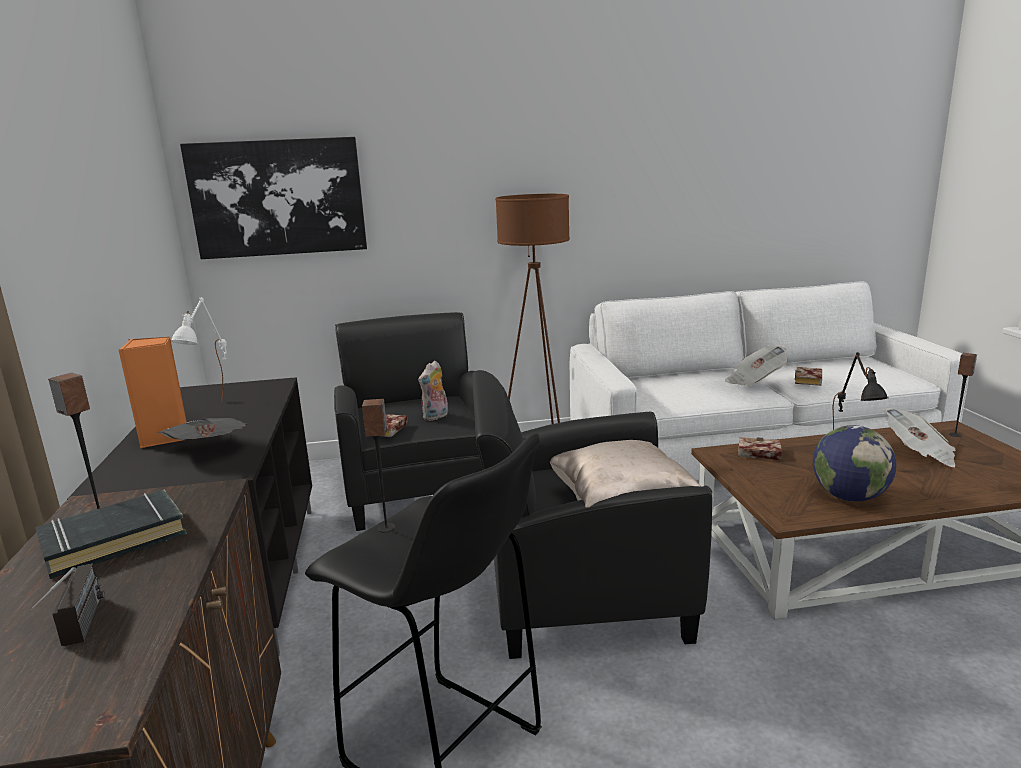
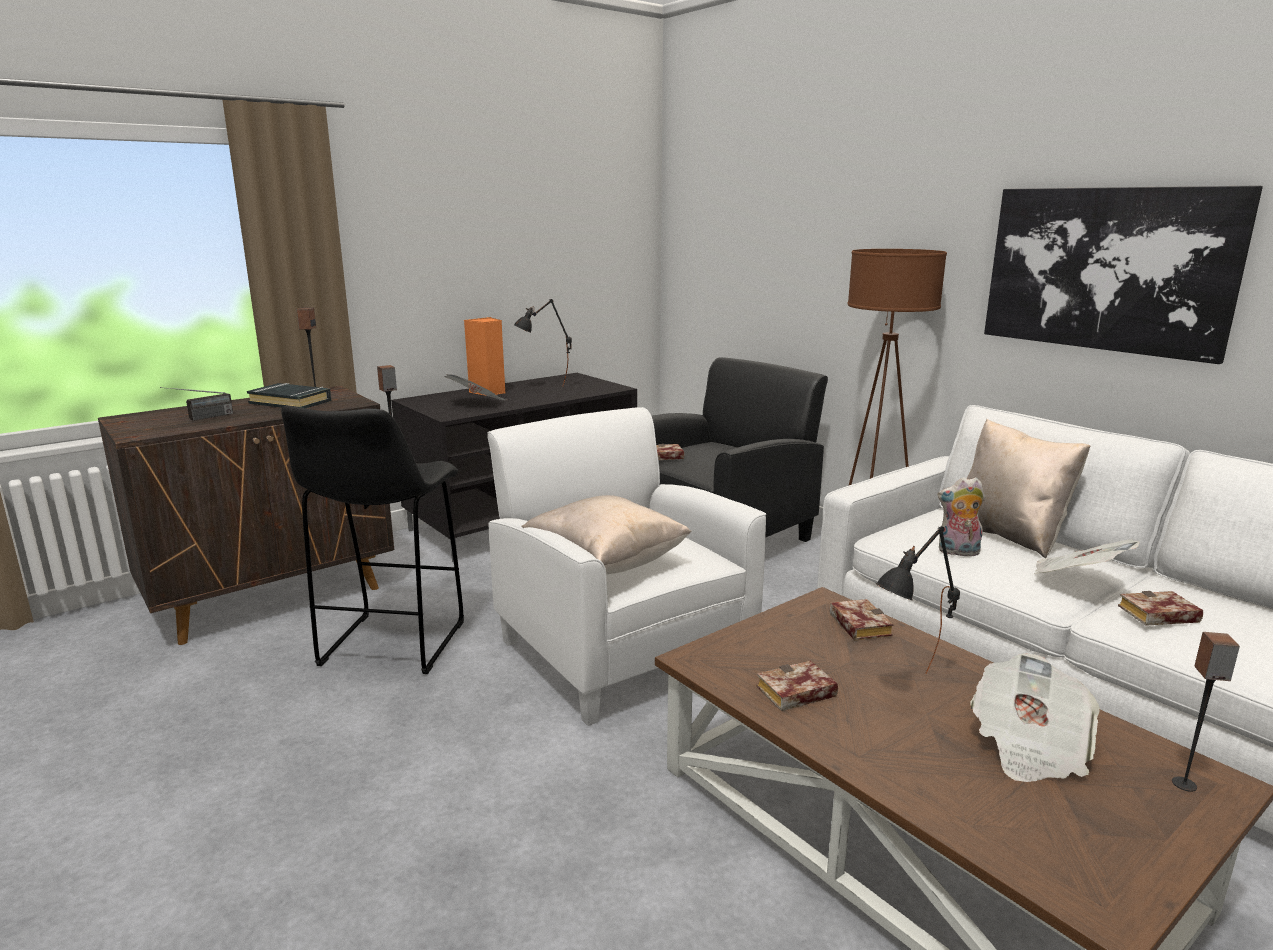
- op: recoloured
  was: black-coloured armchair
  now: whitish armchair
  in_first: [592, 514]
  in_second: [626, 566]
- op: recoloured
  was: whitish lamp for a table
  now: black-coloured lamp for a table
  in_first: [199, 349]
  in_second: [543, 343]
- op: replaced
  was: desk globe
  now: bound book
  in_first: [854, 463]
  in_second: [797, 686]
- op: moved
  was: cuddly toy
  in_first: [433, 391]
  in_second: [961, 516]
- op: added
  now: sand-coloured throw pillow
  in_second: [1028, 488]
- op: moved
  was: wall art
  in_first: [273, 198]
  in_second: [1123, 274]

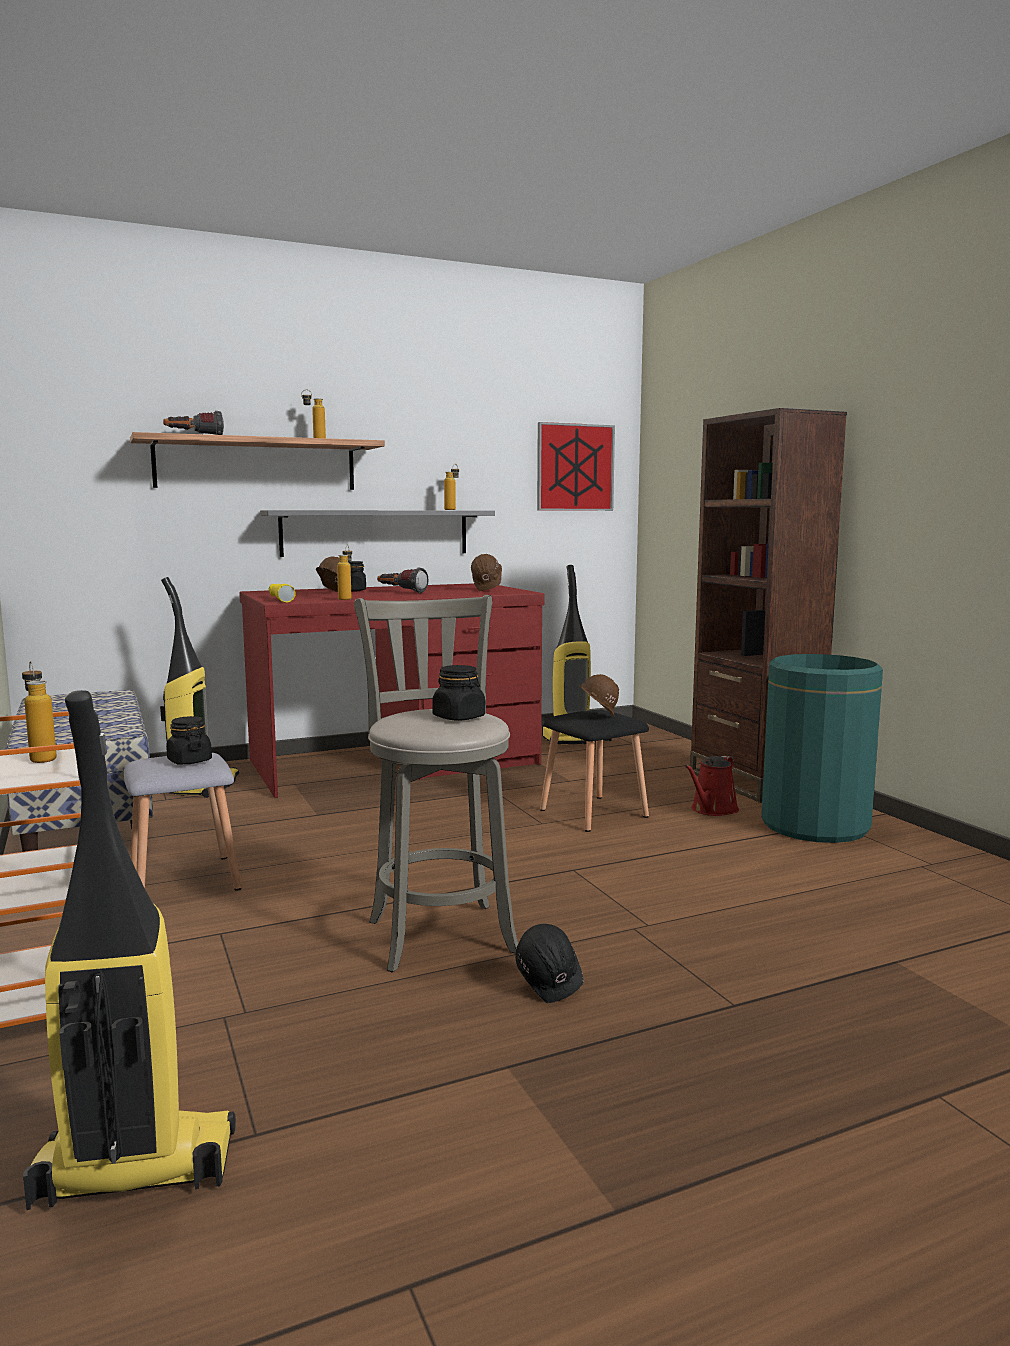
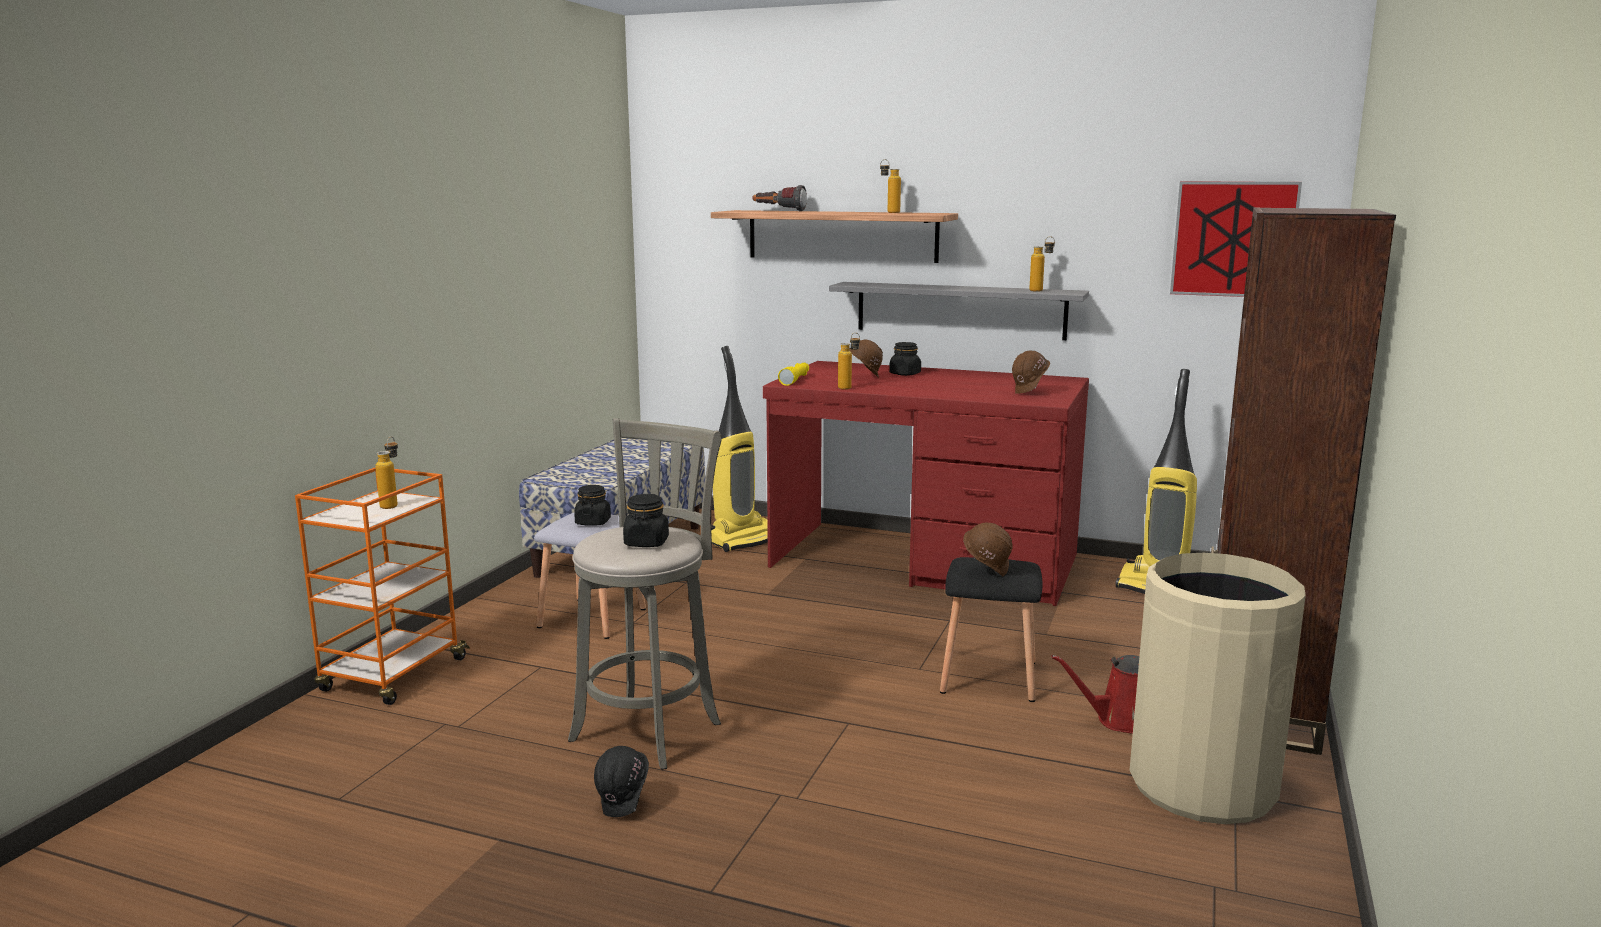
- op: recoloured
  was: green-coloured waste bin
  now: sand-coloured waste bin
  in_first: [822, 748]
  in_second: [1218, 688]
- op: removed
  was: vacuum
  in_first: [129, 950]
- op: removed
  was: hand torch
  in_first: [402, 580]

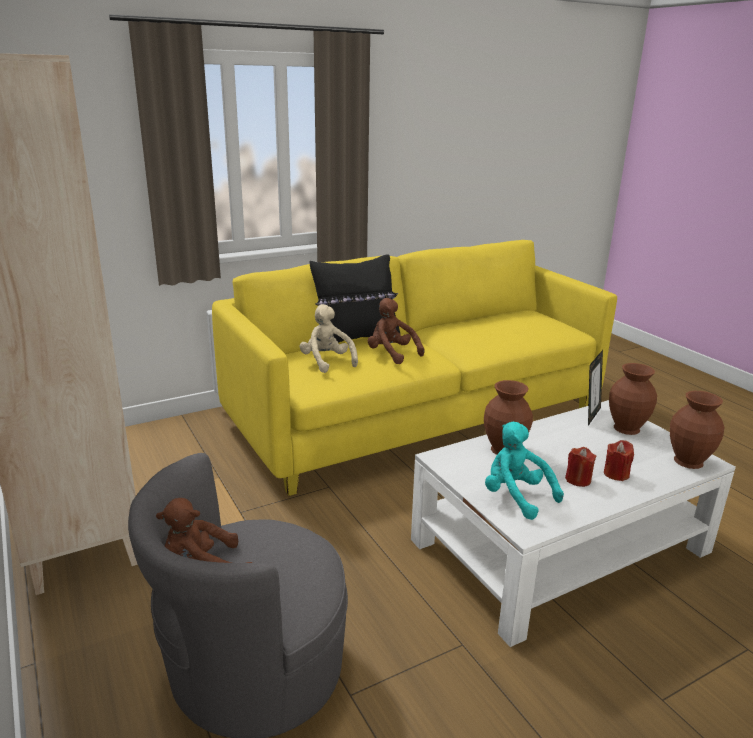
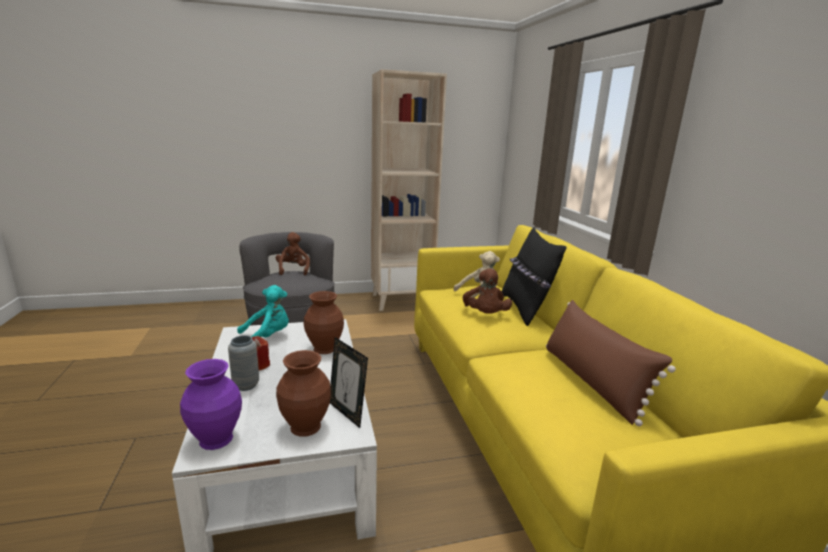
- op: recoloured
  was: brownish vase
  now: purple vase
  in_first: [697, 430]
  in_second: [211, 404]
- op: replaced
  was: red wax candle
  now: gray vase
  in_first: [619, 460]
  in_second: [243, 363]
- op: turned
  was: brownish cuddly toy
  in_first: [396, 331]
  in_second: [487, 291]
  clockwise: 120
- op: added
  now: brownish throw pillow
  in_second: [611, 363]

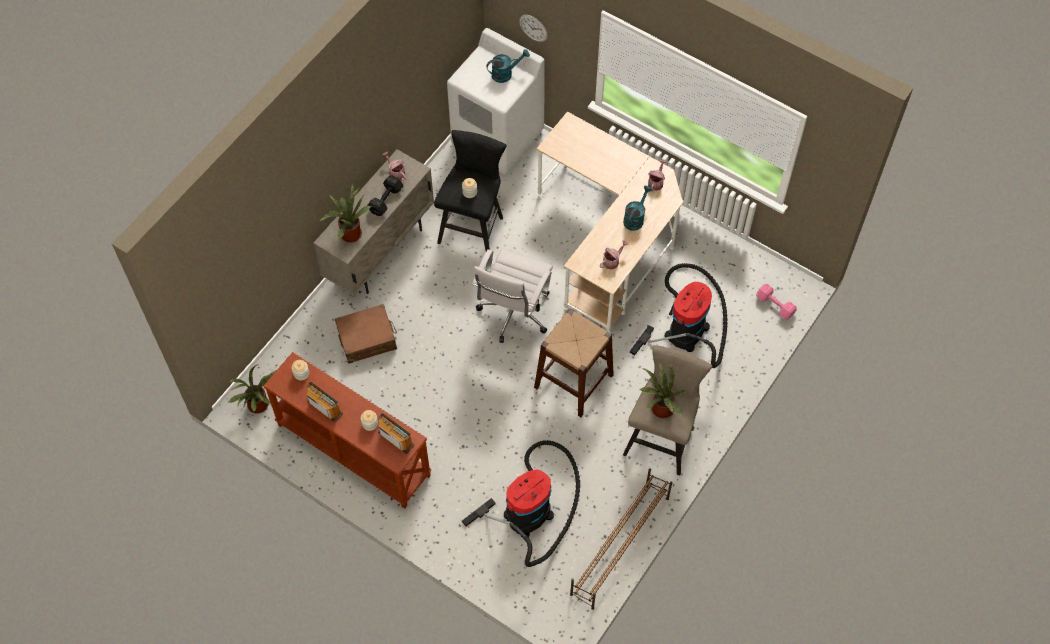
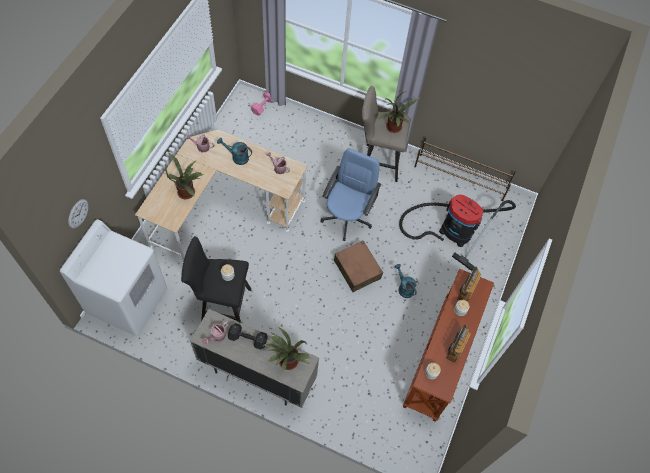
- op: moved
  was: houseplant
  in_first: [252, 389]
  in_second: [184, 176]
- op: replaced
  was: brownish stool
  now: blue desk chair
  in_first: [574, 363]
  in_second: [350, 194]
- op: moved
  was: brownish piece of luggage
  in_first: [366, 334]
  in_second: [358, 266]
- op: moved
  was: blue-green watering pot
  in_first: [508, 66]
  in_second: [406, 281]
- op: removed
  was: whitish desk chair
  in_first: [512, 295]
- op: removed
  was: vacuum
  in_first: [679, 315]

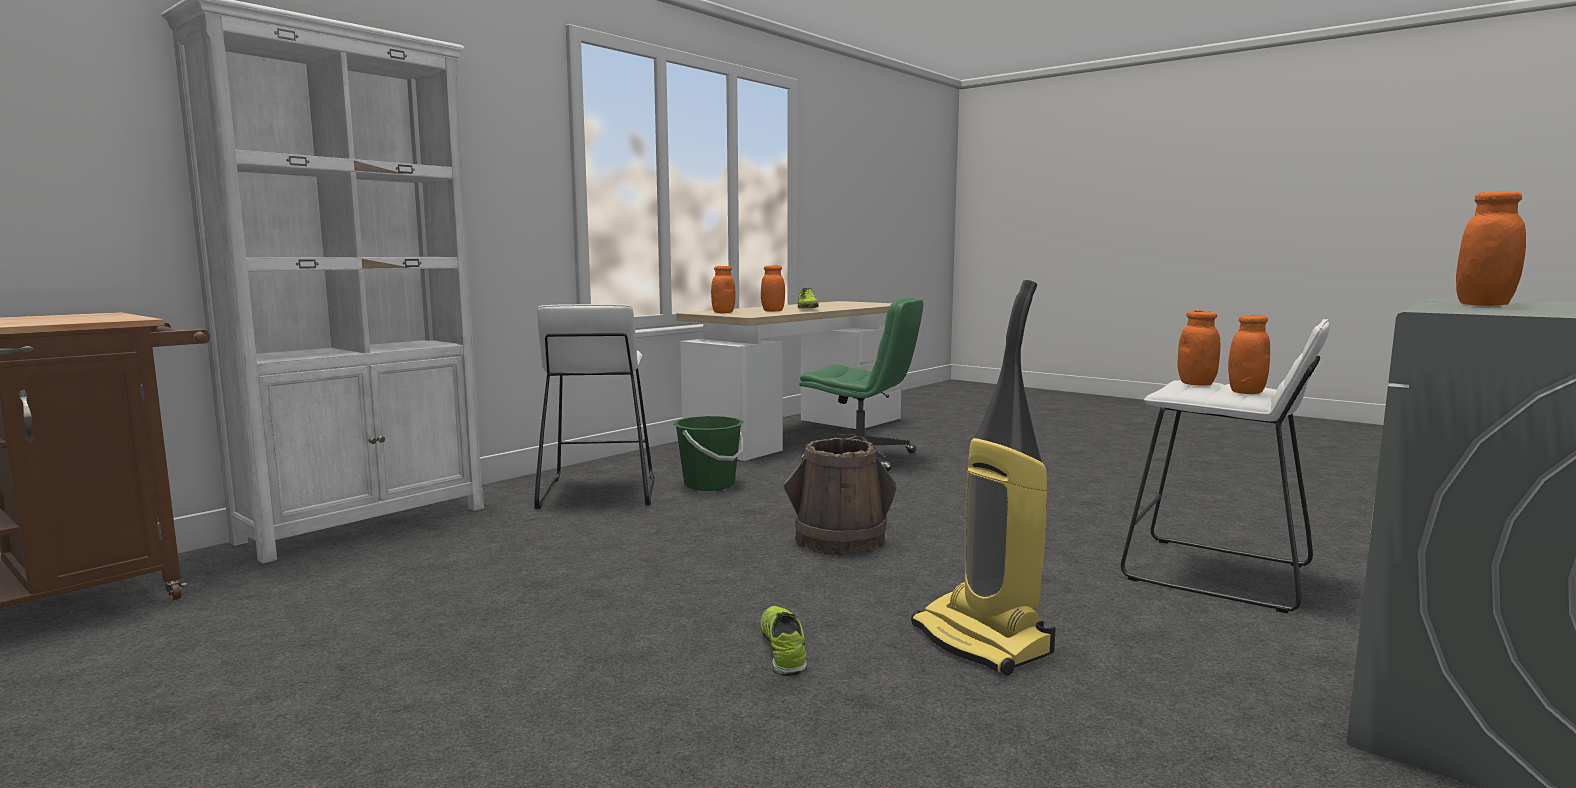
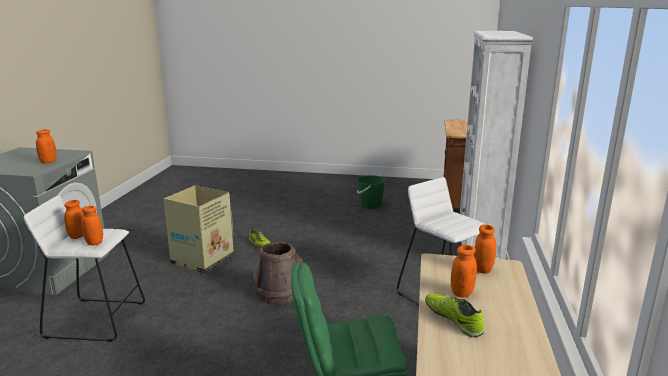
- op: replaced
  was: vacuum
  now: carton
  in_first: [983, 478]
  in_second: [198, 229]
- op: moved
  was: green-coloured pail
  in_first: [708, 453]
  in_second: [371, 192]

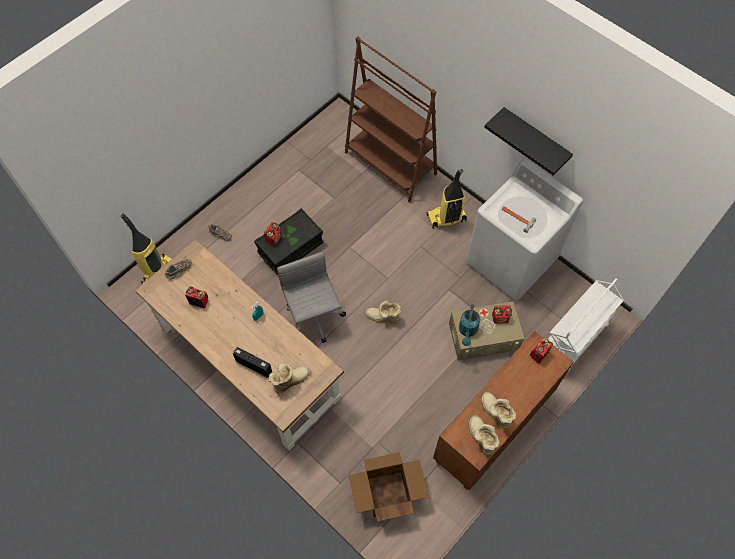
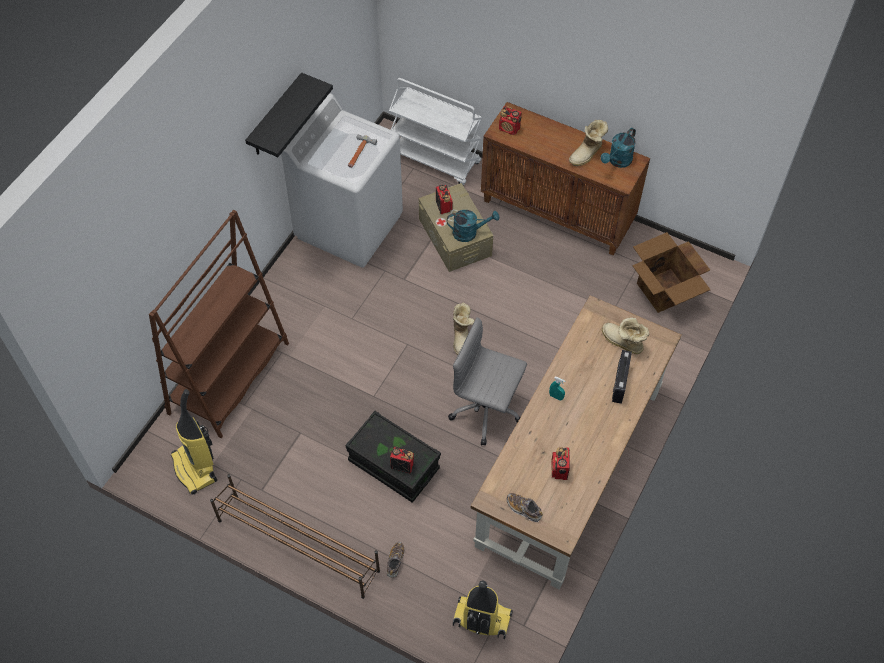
- op: moved
  was: vacuum
  in_first: [446, 199]
  in_second: [194, 442]
- op: added
  now: brownish shoe shelf
  in_second: [295, 536]
- op: turned
  was: gray desk chair
  in_first: [311, 297]
  in_second: [487, 381]
  clockwise: 60
- op: replaced
  was: boot
  now: blue-green watering pot
  in_first: [484, 435]
  in_second: [618, 148]

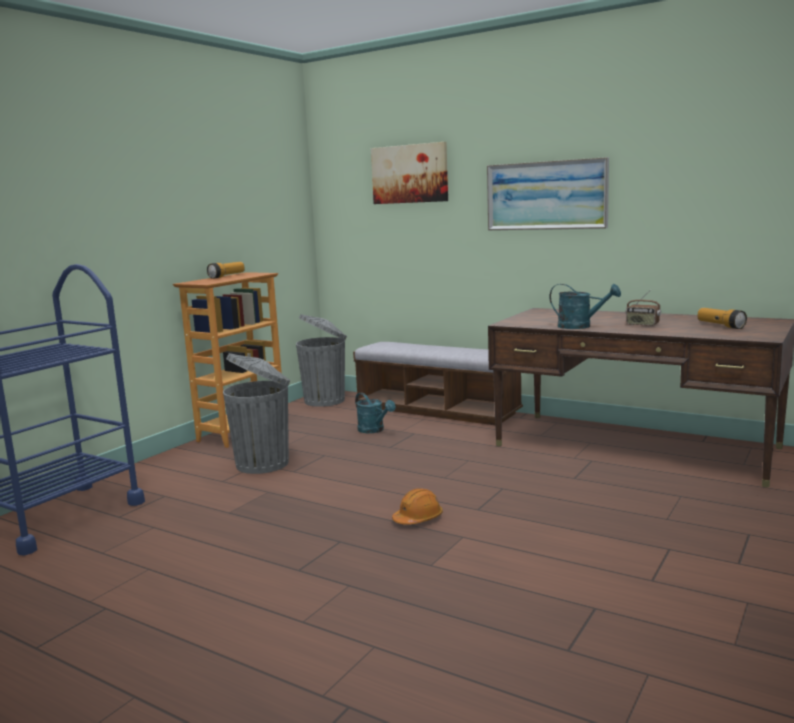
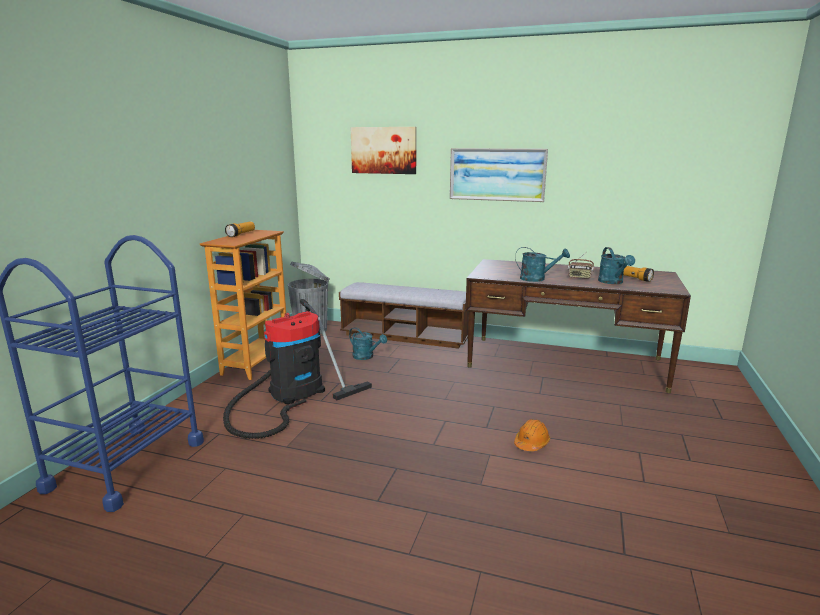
- op: replaced
  was: gray waste bin
  now: vacuum
  in_first: [256, 413]
  in_second: [297, 369]
- op: moved
  was: orange safety helmet
  in_first: [417, 506]
  in_second: [532, 435]
- op: added
  now: blue-green watering pot
  in_second: [616, 265]

